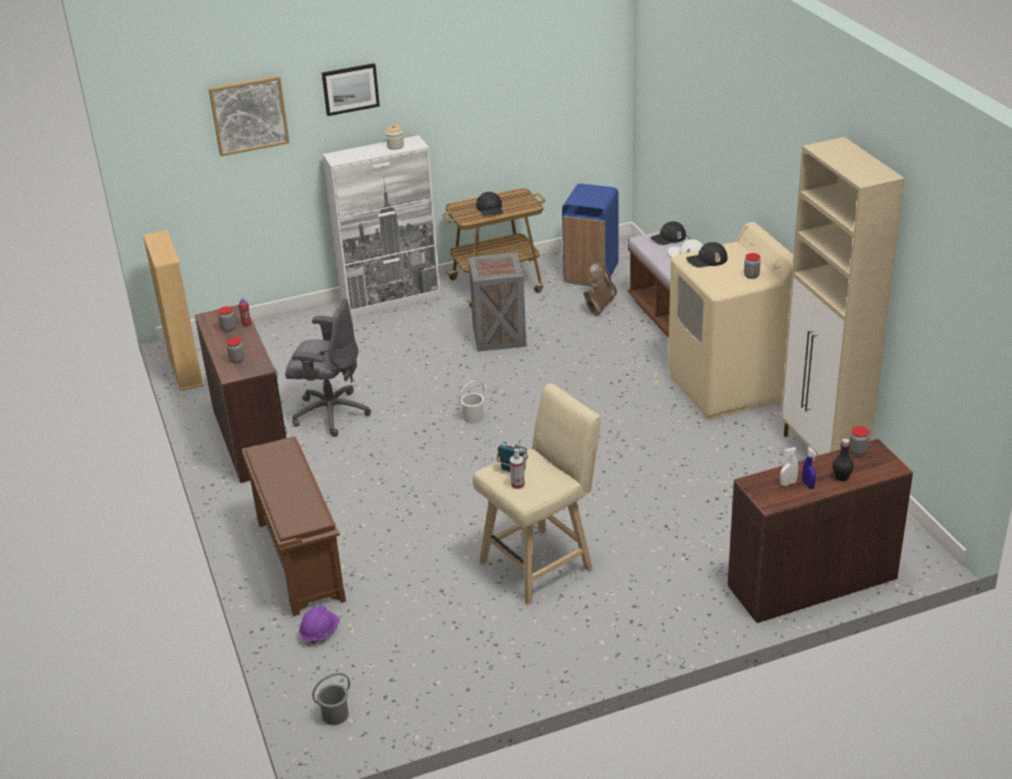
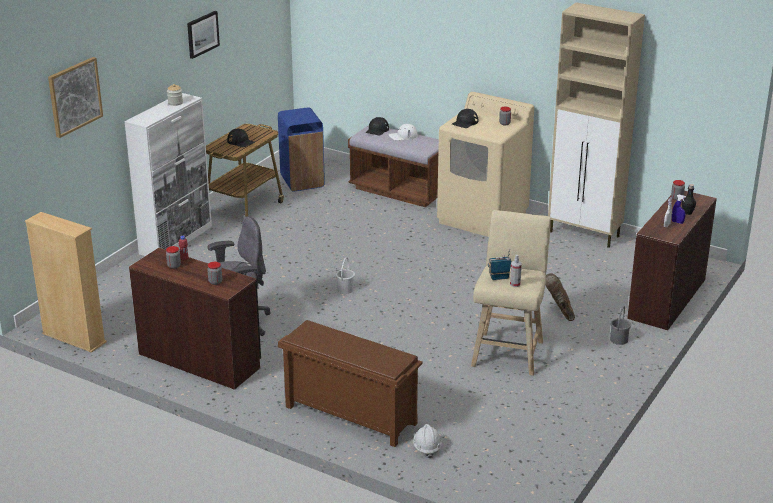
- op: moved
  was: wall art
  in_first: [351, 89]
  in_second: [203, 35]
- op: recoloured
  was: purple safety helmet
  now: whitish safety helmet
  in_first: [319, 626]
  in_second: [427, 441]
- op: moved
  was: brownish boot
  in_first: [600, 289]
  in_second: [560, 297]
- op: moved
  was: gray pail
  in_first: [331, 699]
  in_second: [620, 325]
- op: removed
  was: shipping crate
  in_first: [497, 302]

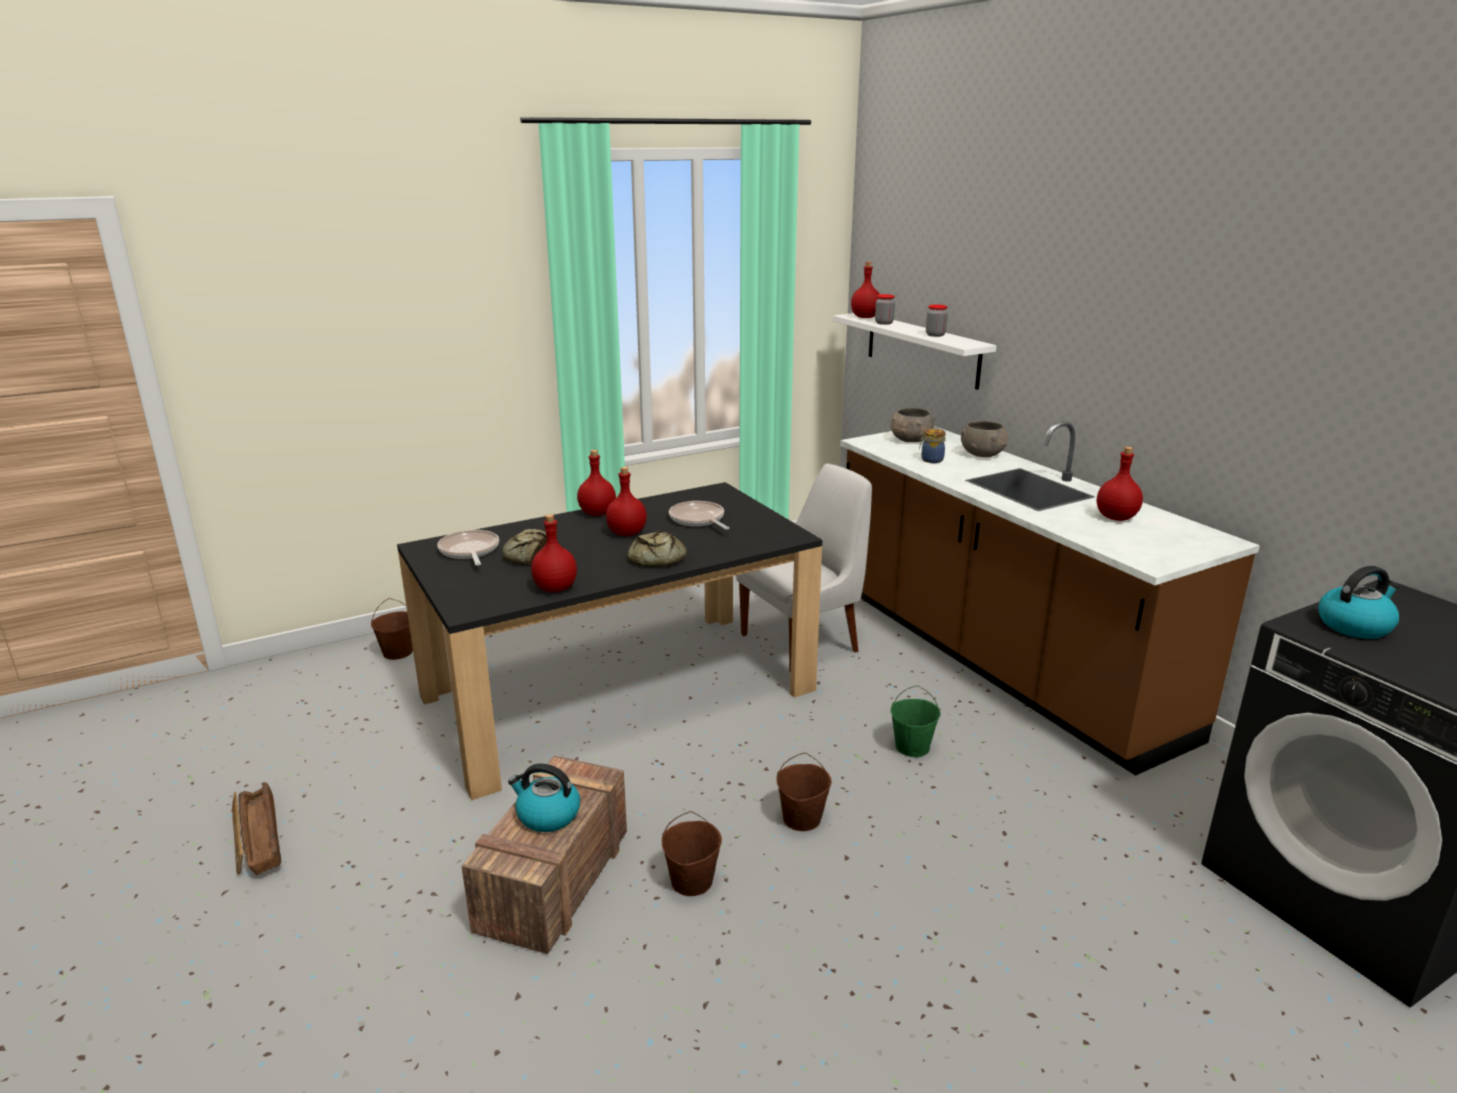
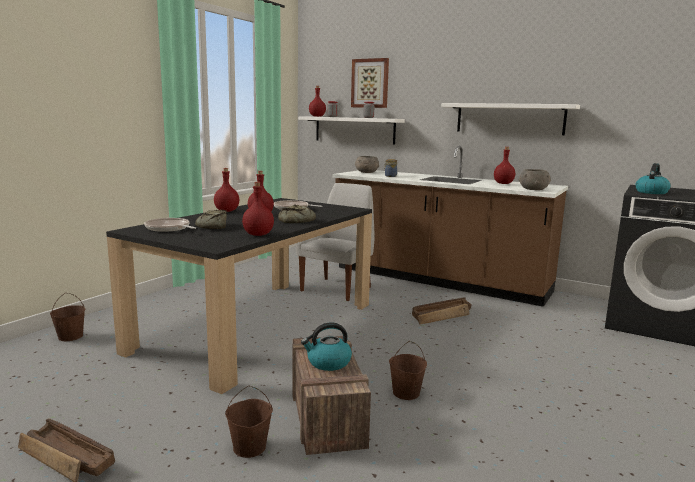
- op: moved
  was: brownish pail
  in_first: [804, 792]
  in_second: [249, 422]
- op: added
  now: wall art
  in_second: [370, 83]
- op: replaced
  was: green-coloured pail
  now: shipping crate
  in_first: [916, 721]
  in_second: [442, 310]
- op: added
  now: whitish wall shelf
  in_second: [510, 119]
- op: moved
  was: gray bowl
  in_first: [984, 439]
  in_second: [535, 179]

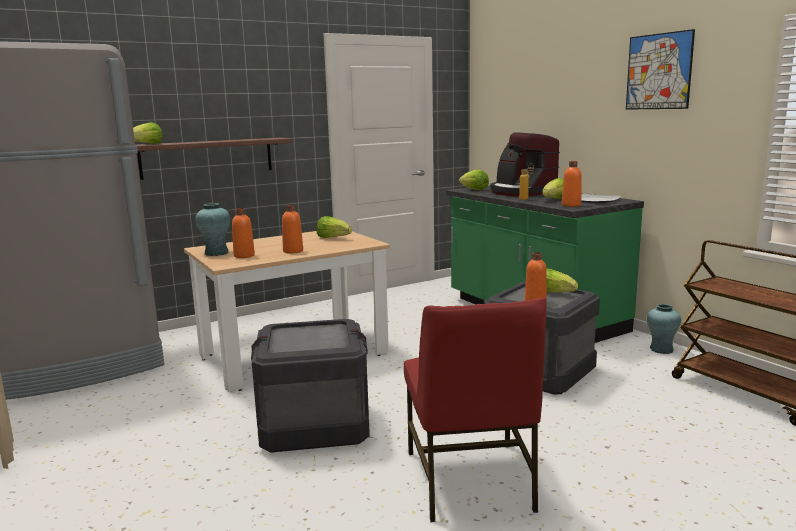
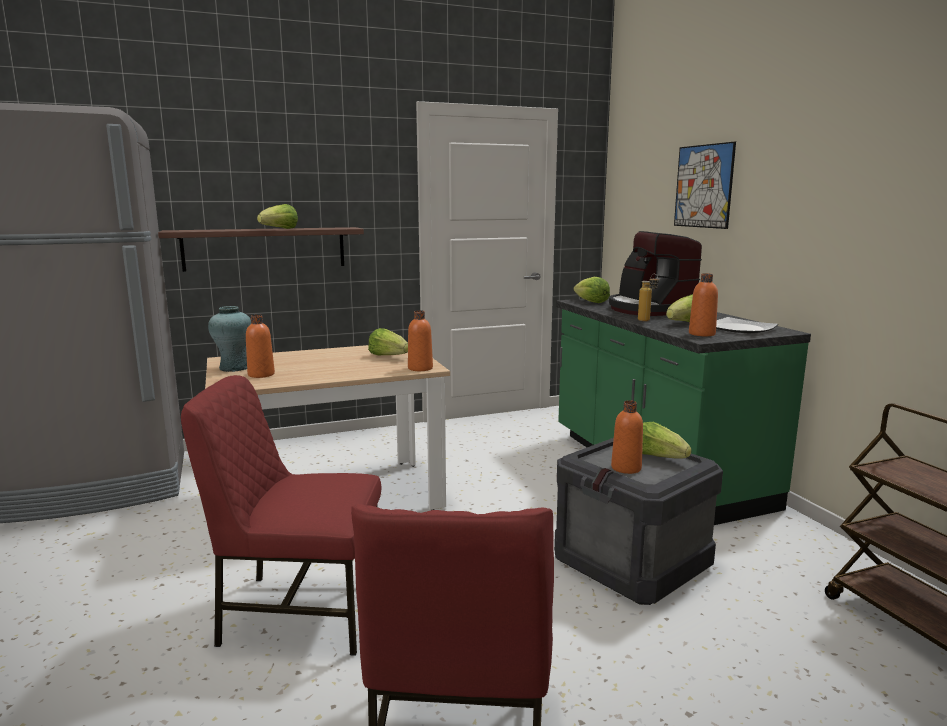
- op: replaced
  was: shipping crate
  now: red upright chair
  in_first: [310, 386]
  in_second: [281, 515]
- op: moved
  was: head of lettuce
  in_first: [148, 133]
  in_second: [277, 216]
- op: moved
  was: orange drink bottle
  in_first: [292, 229]
  in_second: [420, 340]
- op: moved
  was: wall art
  in_first: [660, 69]
  in_second: [705, 185]
- op: removed
  was: blue-green vase
  in_first: [664, 329]

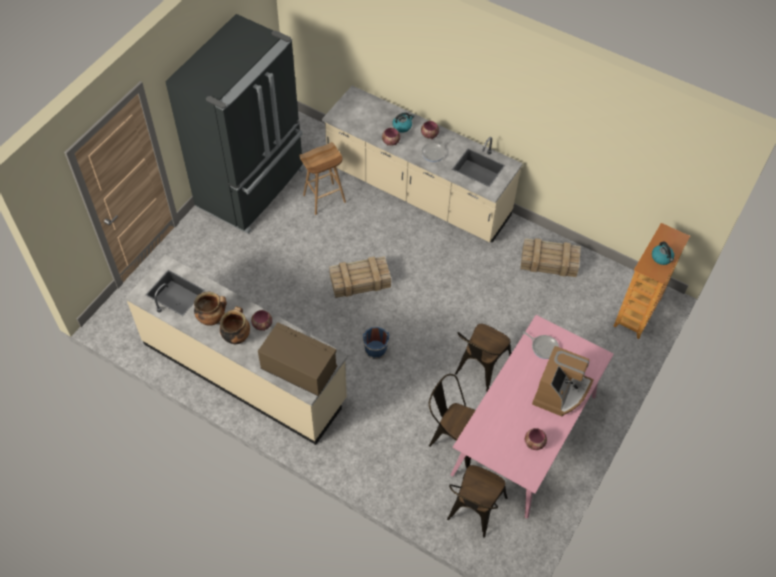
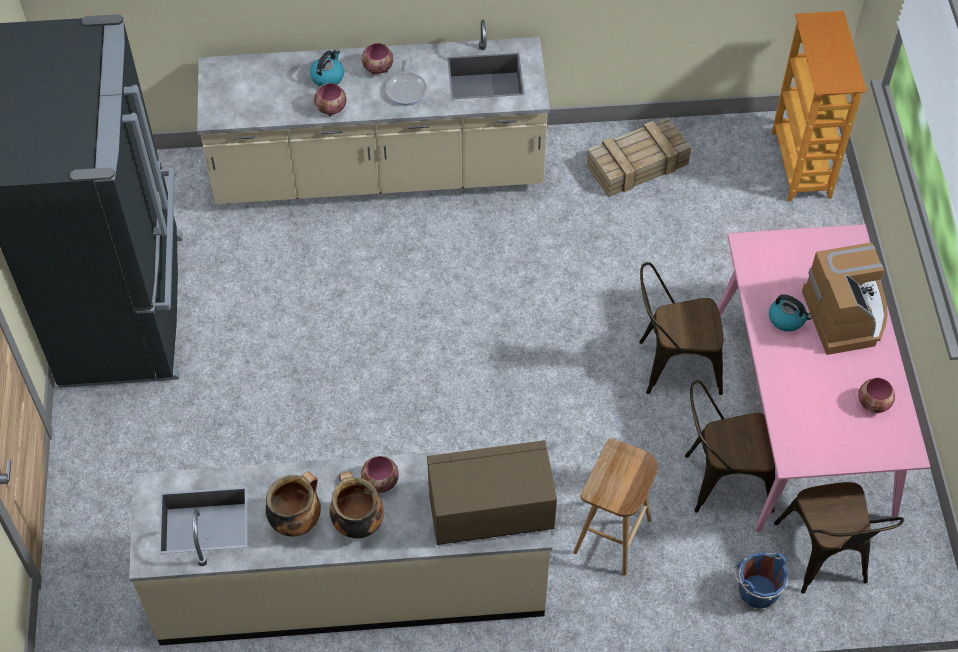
- op: moved
  was: brownish stool
  in_first: [322, 178]
  in_second: [615, 506]
- op: turned
  was: brownish upright chair
  in_first: [483, 358]
  in_second: [681, 328]
  clockwise: 90
- op: moved
  was: blue pail
  in_first: [375, 343]
  in_second: [761, 581]
- op: moved
  was: water kettle
  in_first: [663, 253]
  in_second: [790, 313]
- op: removed
  was: shipping crate
  in_first: [360, 277]
- op: removed
  was: skillet
  in_first: [540, 345]

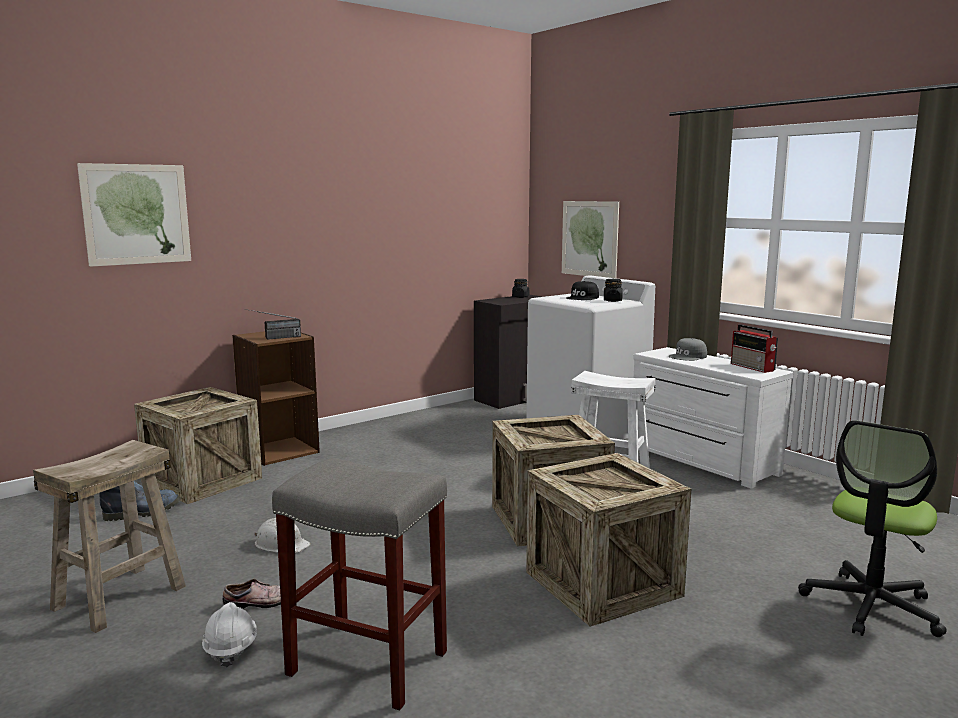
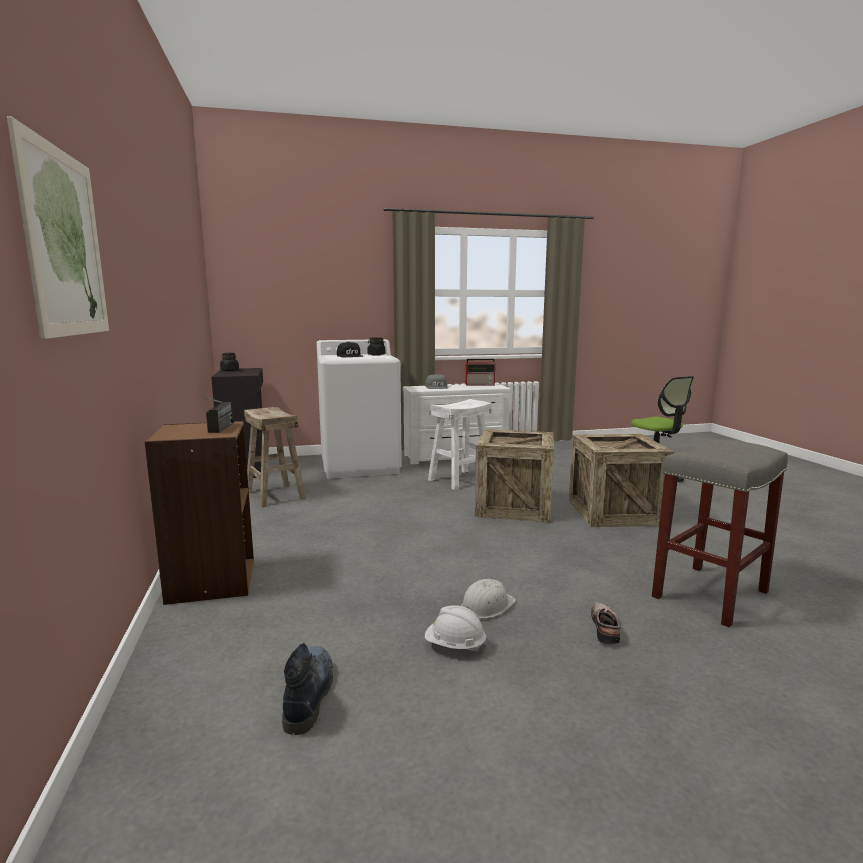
- op: moved
  was: sand-coloured stool
  in_first: [109, 536]
  in_second: [275, 457]
- op: moved
  was: whitish safety helmet
  in_first: [229, 634]
  in_second: [456, 628]
- op: removed
  was: shipping crate
  in_first: [198, 445]
- op: removed
  was: wall art
  in_first: [590, 239]

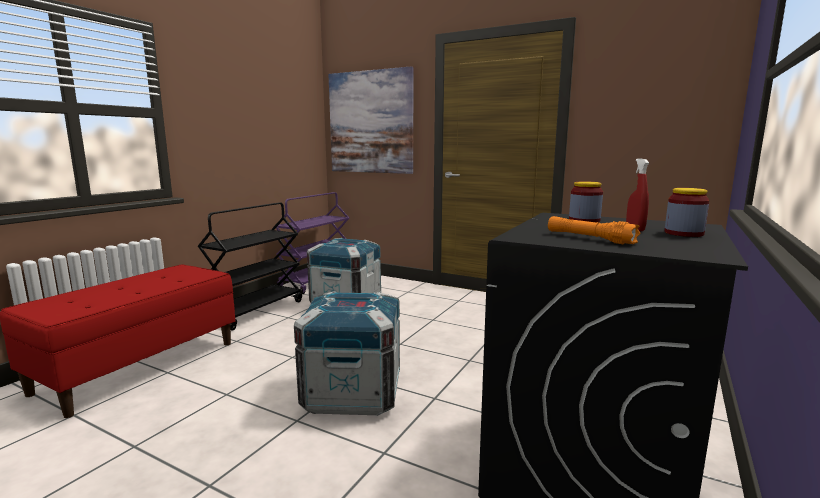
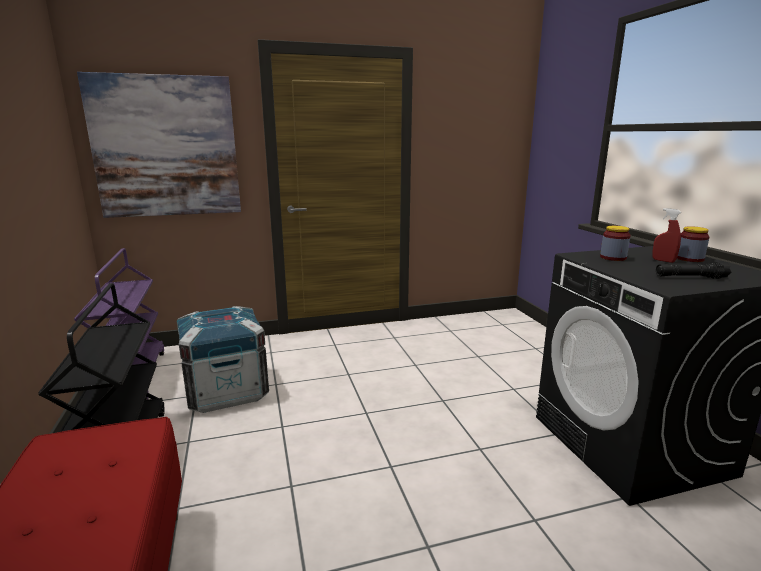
- op: recoloured
  was: orange hand torch
  now: black-coloured hand torch
  in_first: [594, 230]
  in_second: [693, 270]
- op: removed
  was: shipping crate
  in_first: [347, 353]

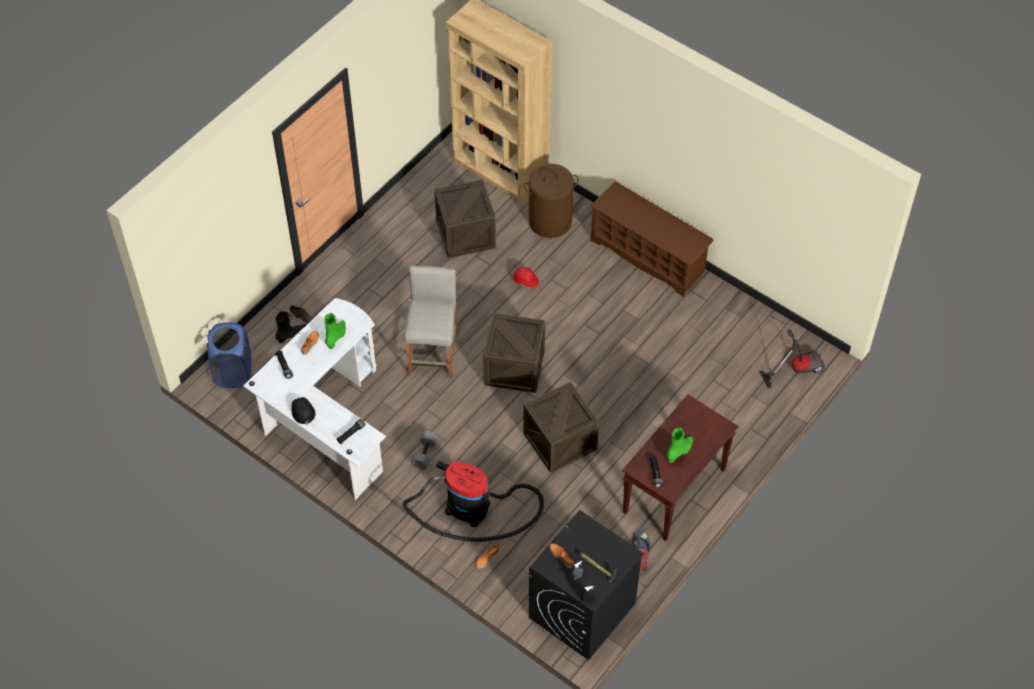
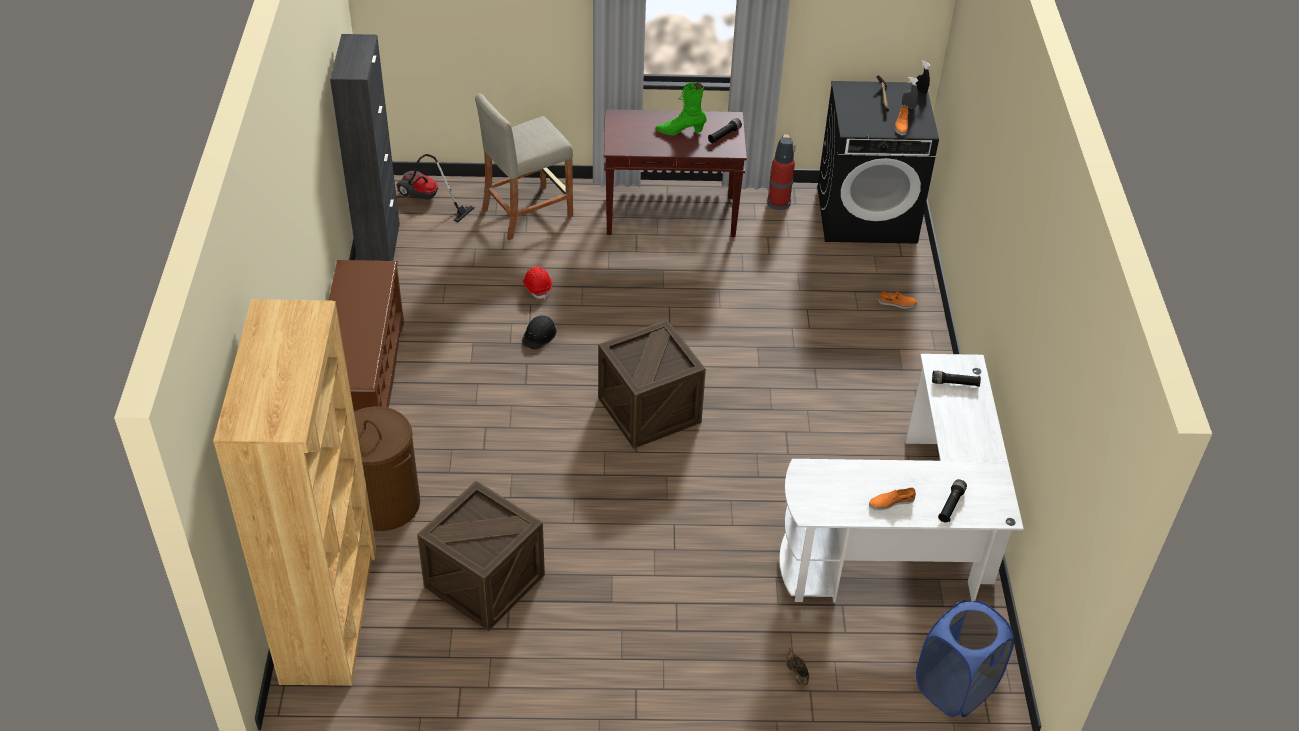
- op: added
  now: black-coloured storage cabinet
  in_second: [365, 147]
- op: moved
  was: sand-coloured stool
  in_first: [431, 322]
  in_second: [524, 166]
- op: moved
  was: black-coloured safety helmet
  in_first: [303, 411]
  in_second: [539, 332]
- op: moved
  was: red safety helmet
  in_first: [526, 277]
  in_second: [537, 283]
- op: removed
  was: black-coloured boot
  in_first: [291, 327]
- op: removed
  was: green-coloured boot
  in_first: [335, 331]
- op: removed
  was: vacuum
  in_first: [473, 501]
- op: removed
  was: gray free weight
  in_first: [424, 450]
- op: removed
  was: shipping crate
  in_first: [561, 427]

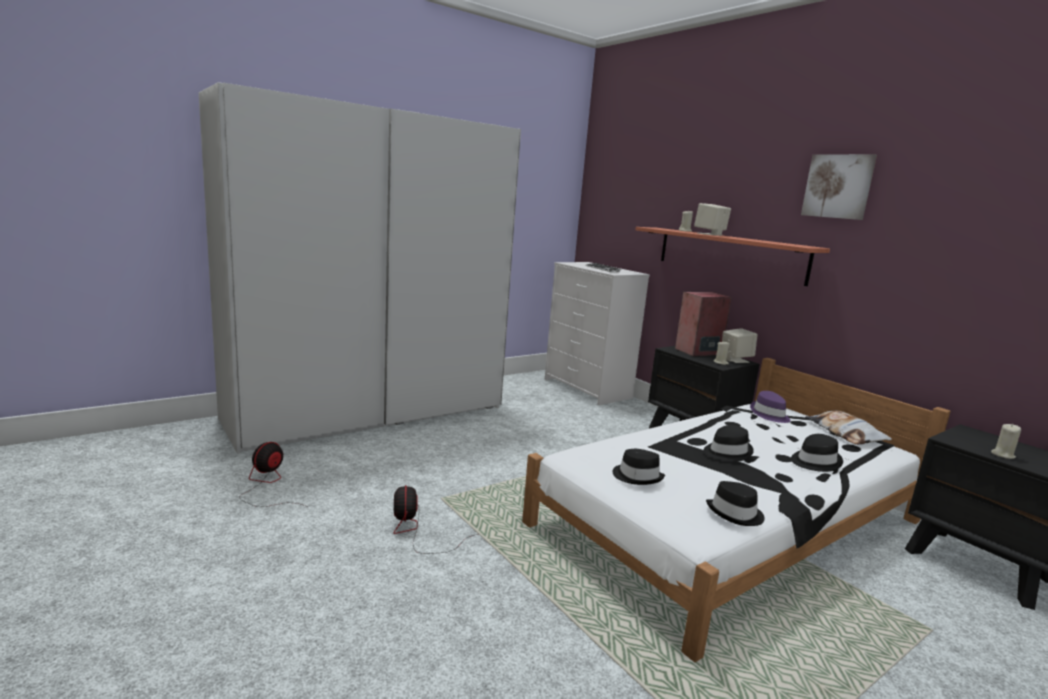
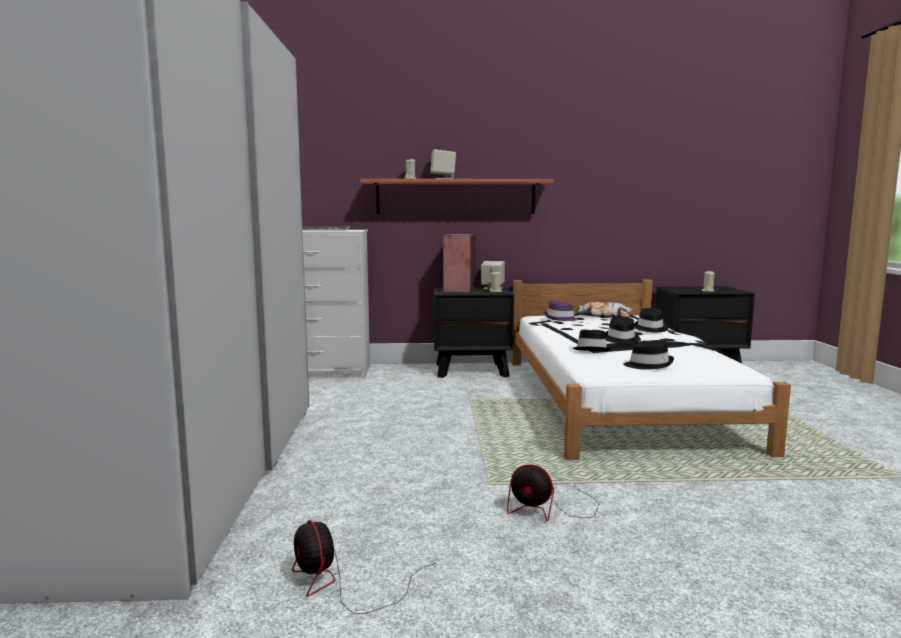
- op: moved
  was: black-coloured wearable hat
  in_first: [735, 503]
  in_second: [591, 340]
- op: removed
  was: wall art
  in_first: [839, 187]

